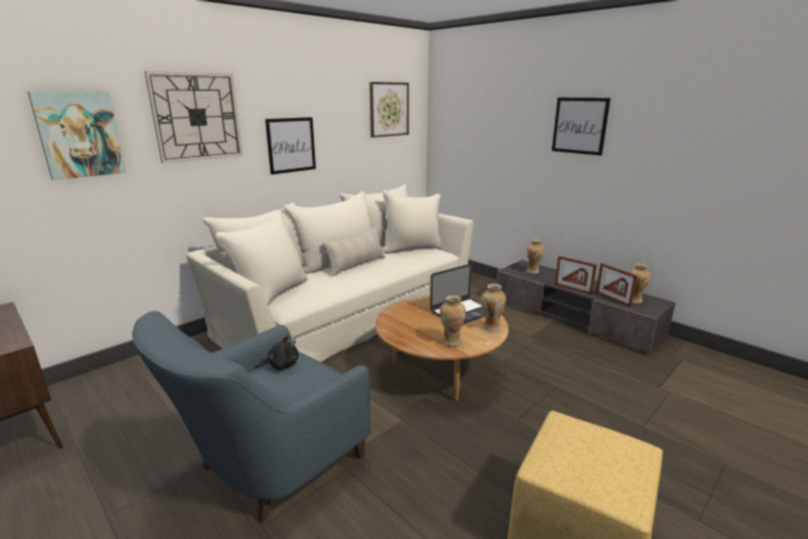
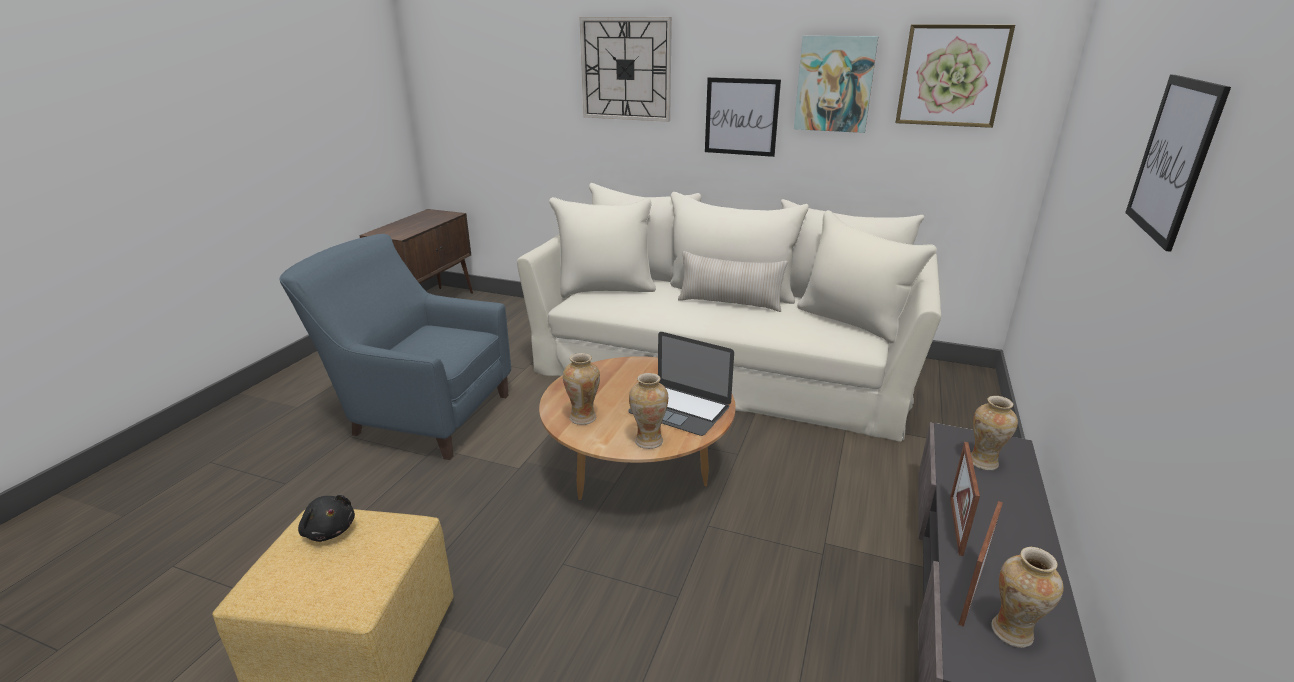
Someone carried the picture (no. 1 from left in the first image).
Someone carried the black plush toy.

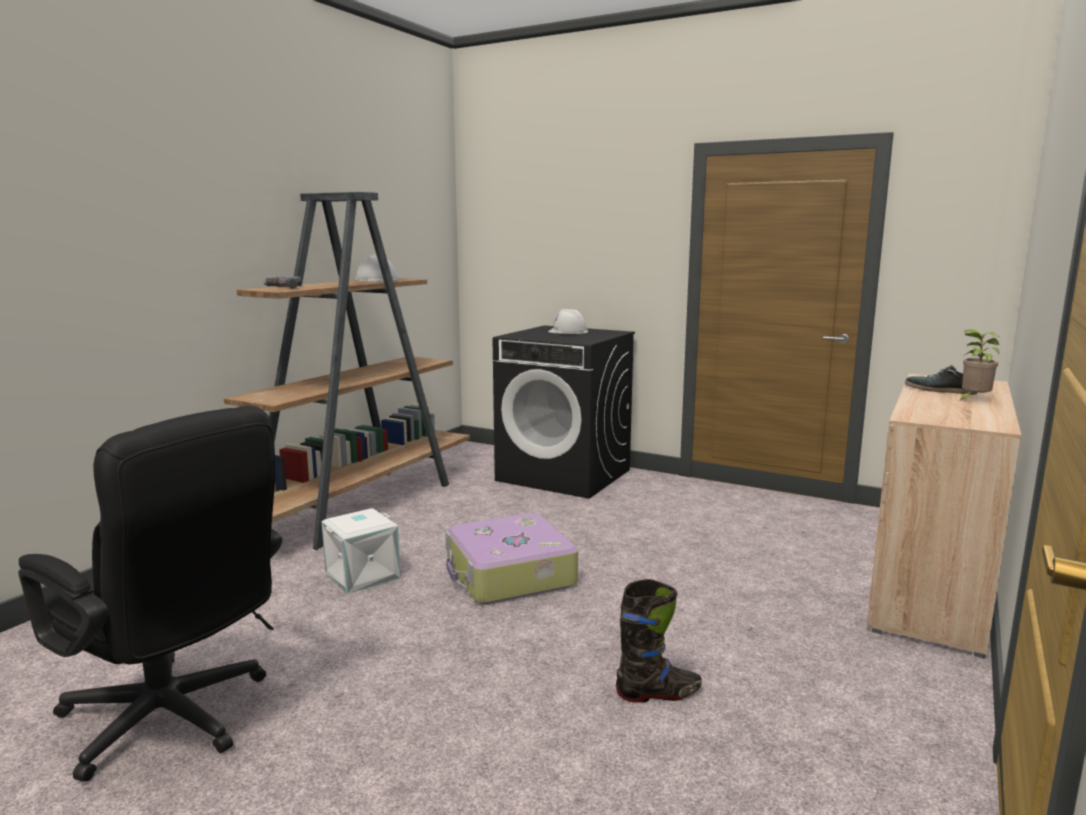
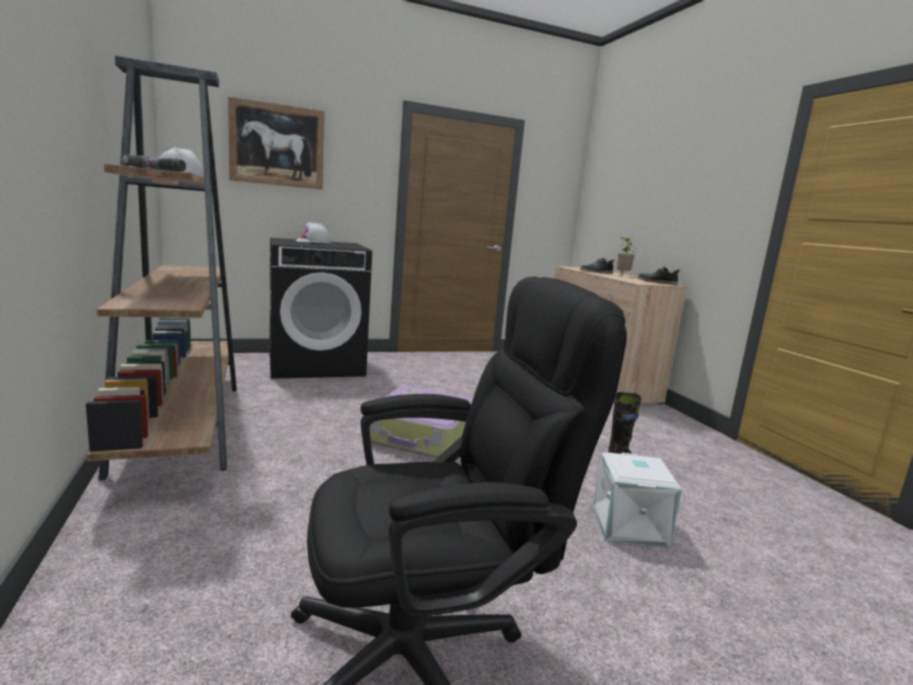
Someone put up the picture.
Someone put down the shoe (no. 2 from left).
Someone carried the white storage box.

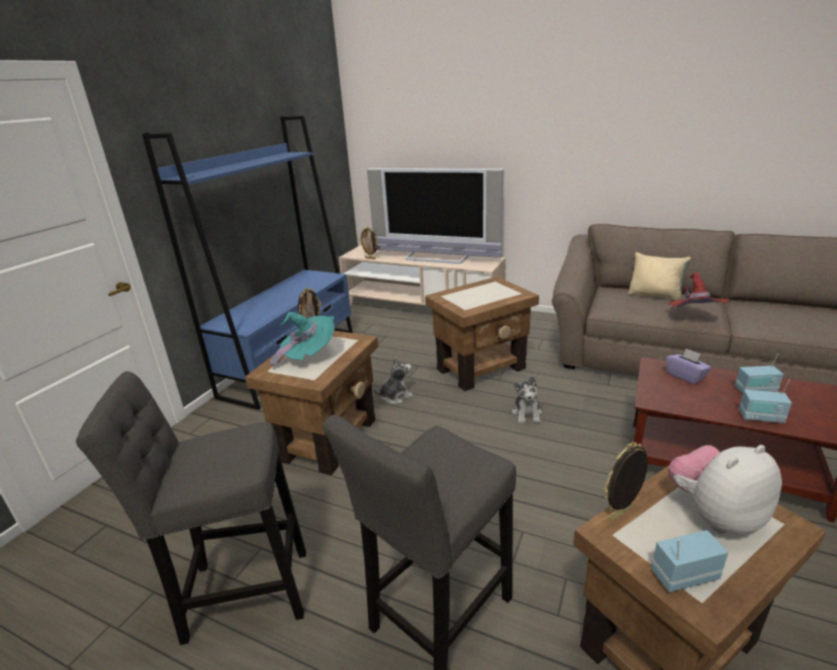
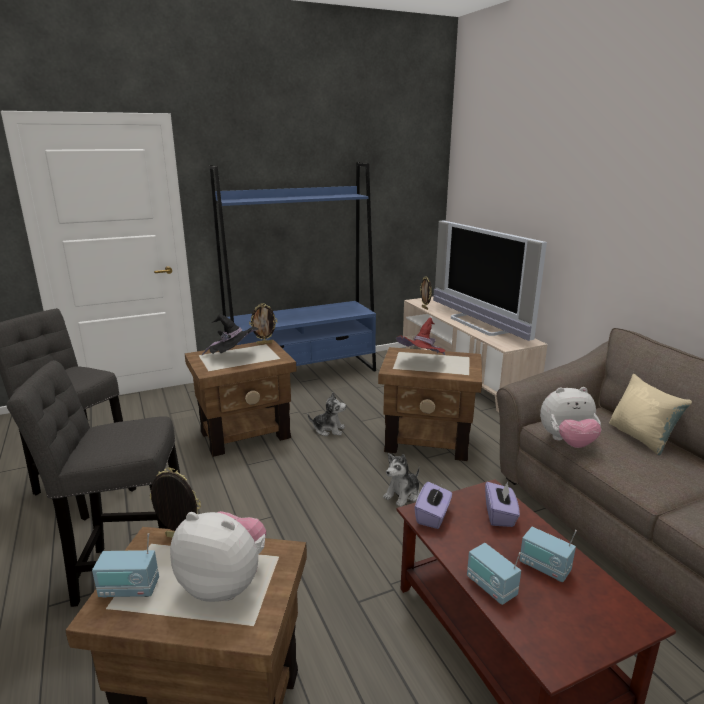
Someone put down the purple tissue box (no. 1 from left).
Someone put down the plush toy (no. 4 from left).
Someone carried the red hat.
Someone repainted the turquoise hat, which became the black hat.
Someone rotated the radio (no. 1 from left) by 150 degrees clockwise.

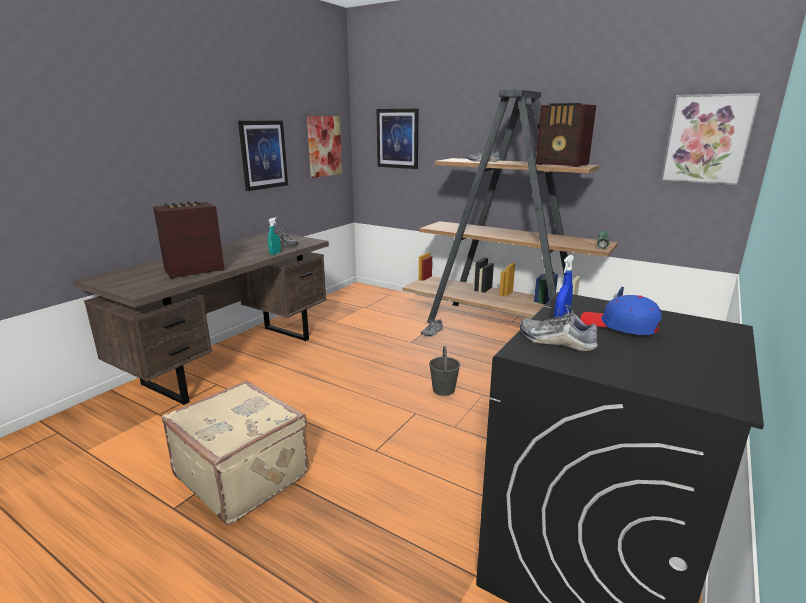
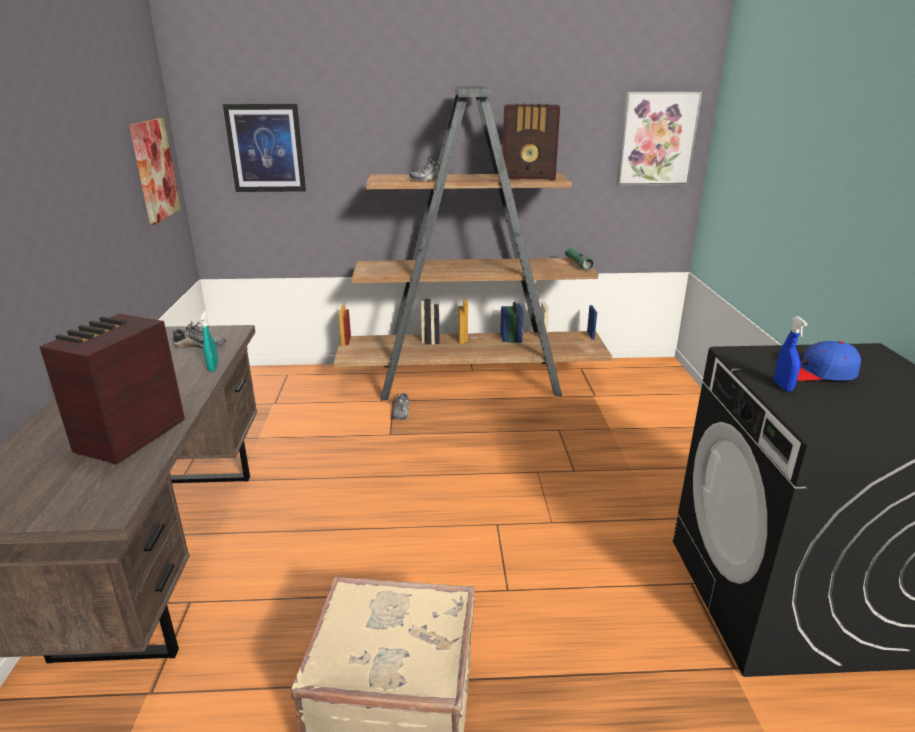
Someone took away the picture (no. 1 from left).
Someone took away the grey bucket.
Someone took away the shoe (no. 4 from left).

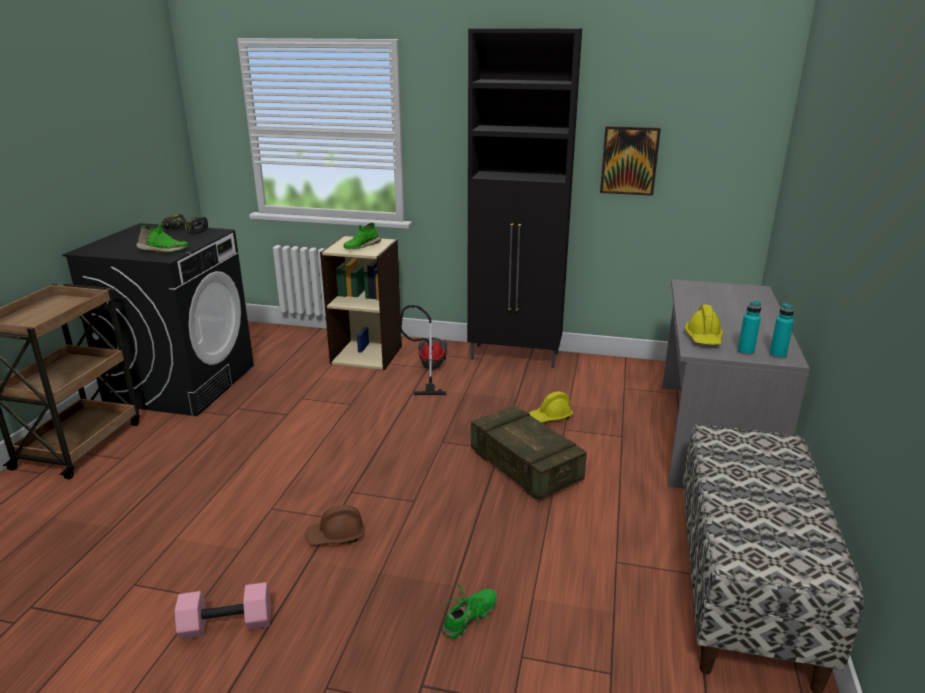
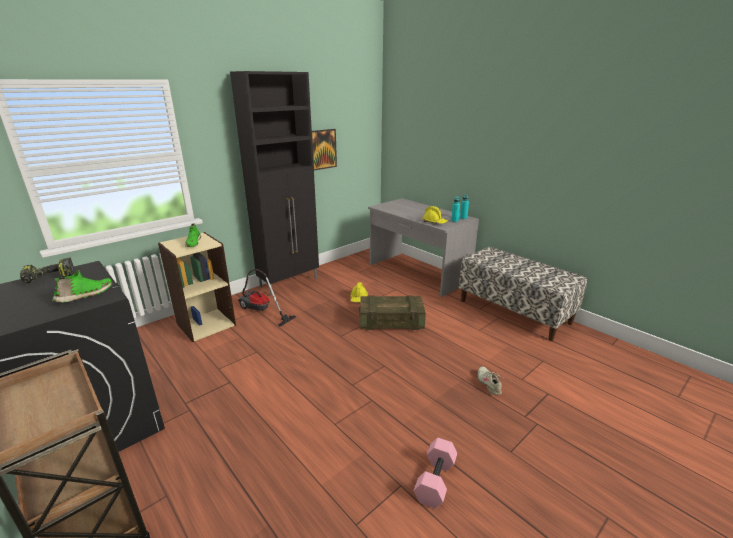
Someone took away the brown hard hat.
Someone repainted the green shoe (no. 3 from left), which became the beige shoe.

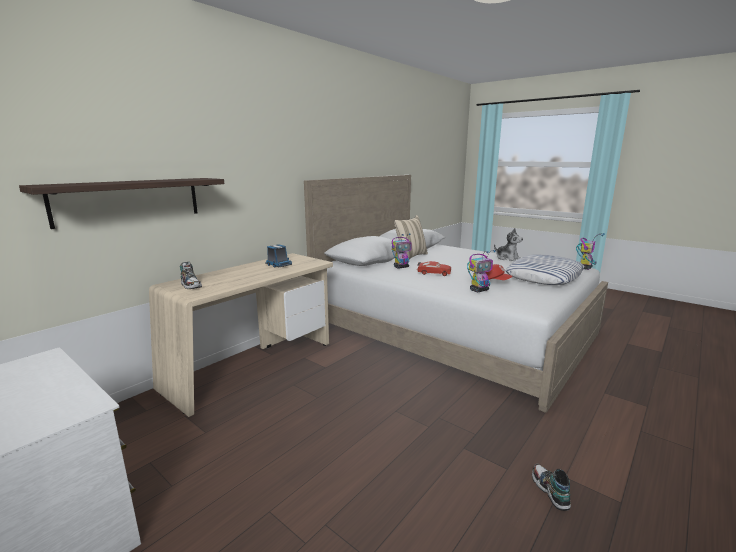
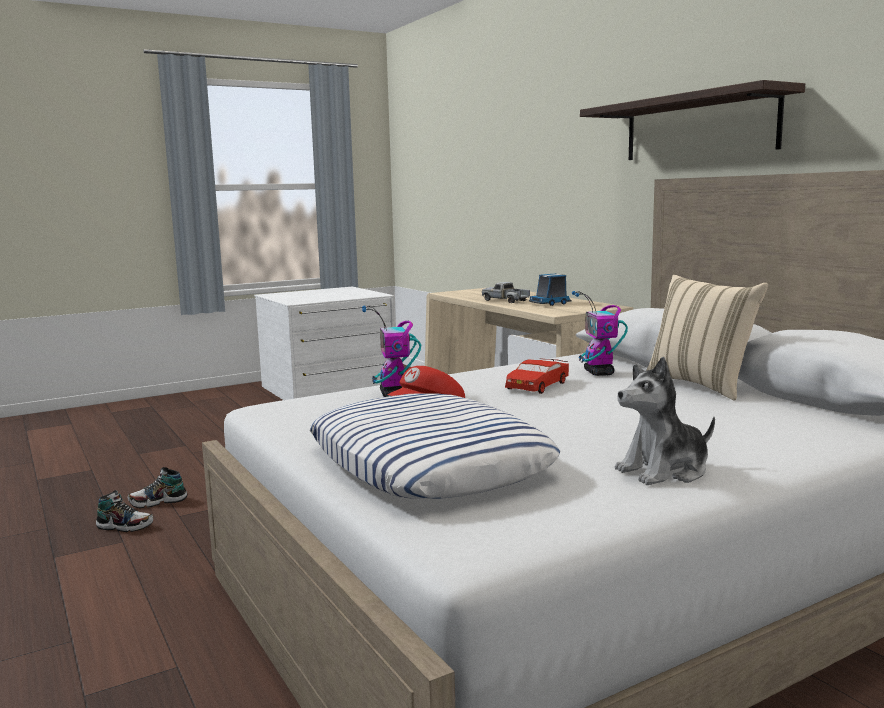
Someone took away the toy robot (no. 3 from left).
Someone put down the toy truck (no. 1 from left).
Someone carried the shelf.
Someone carried the shoe (no. 1 from left in the first image).

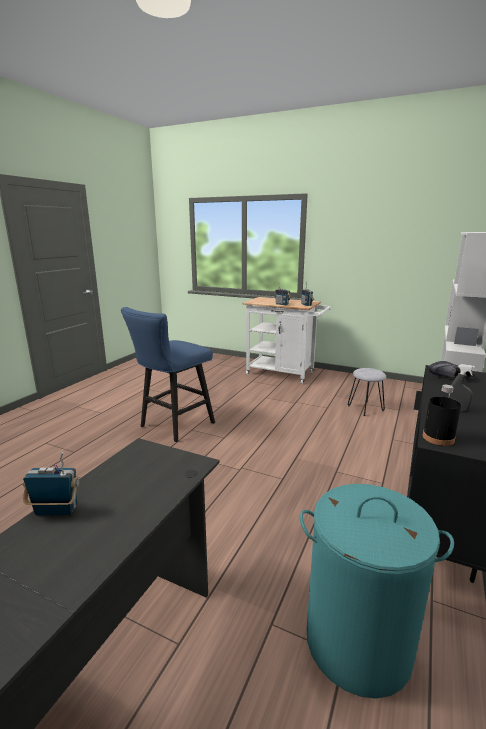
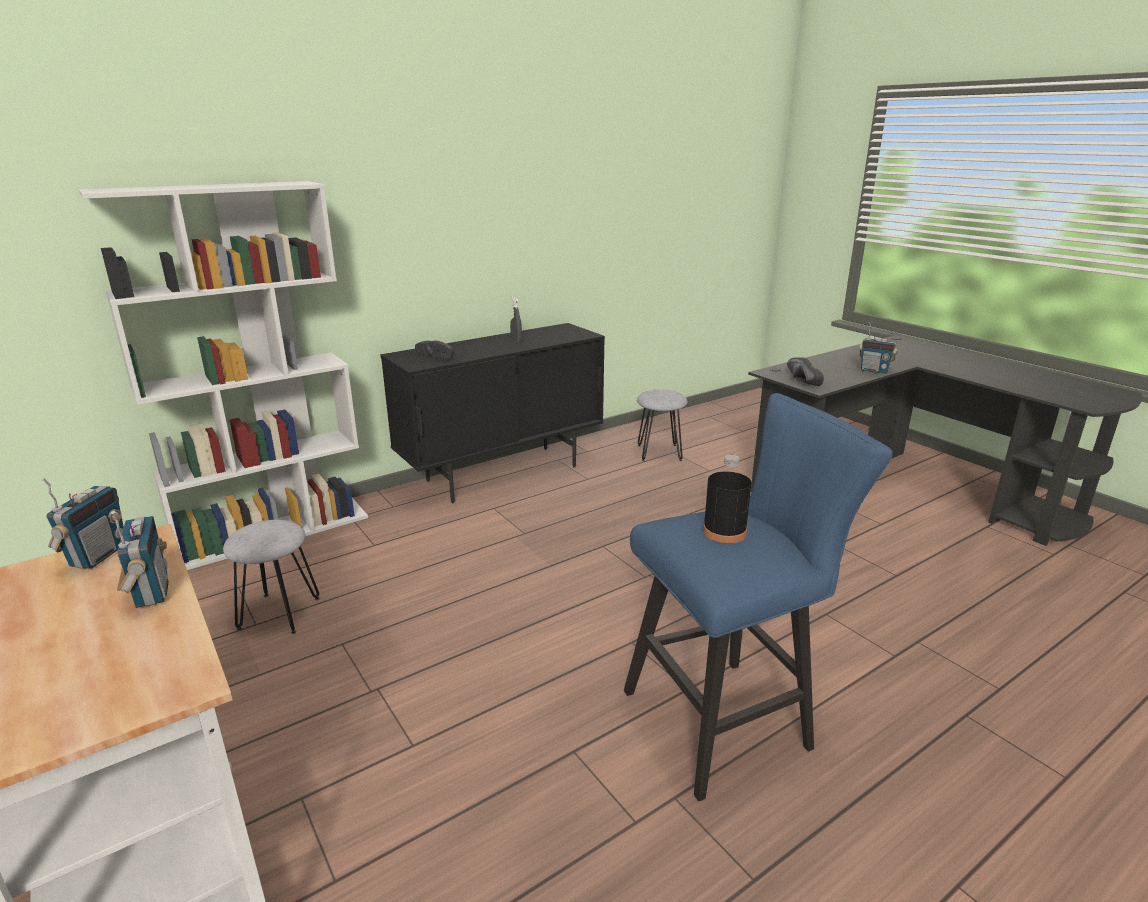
Someone put down the black shoe (no. 2 from left).
Someone carried the black bottle.
Someone swapped the turquoise laundry basket for the grey stool (no. 2 from left).

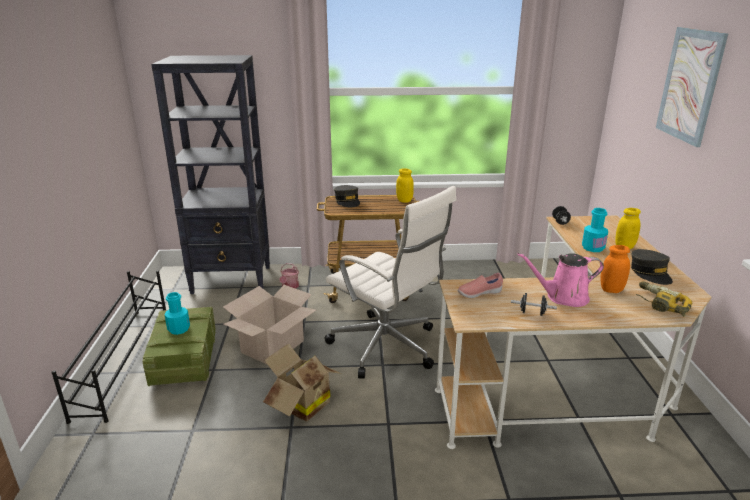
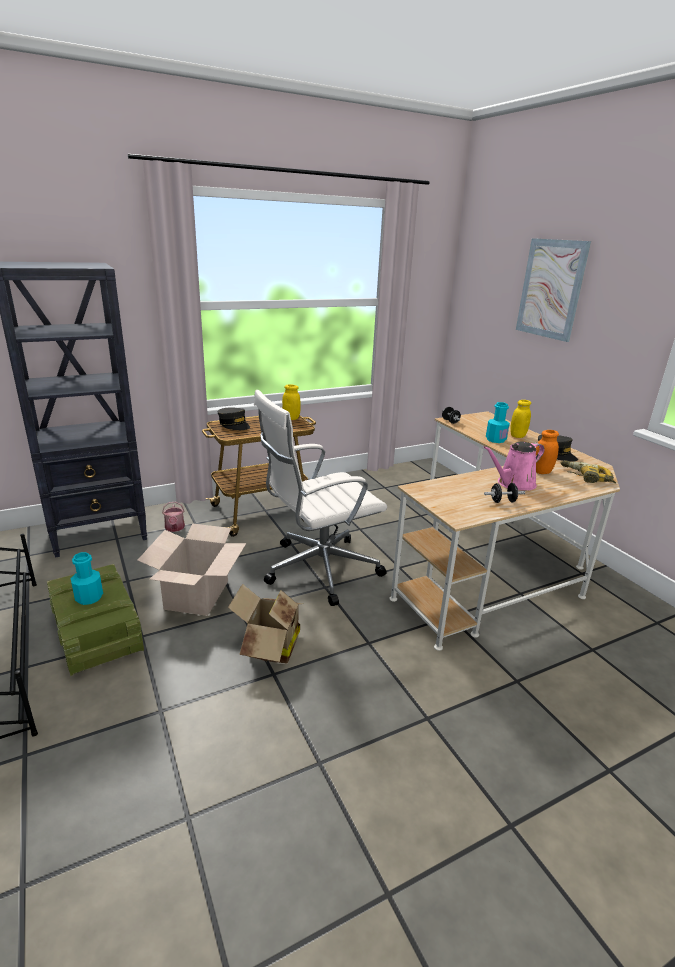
Someone took away the pink shoe.
Someone rotated the white office chair by 135 degrees clockwise.

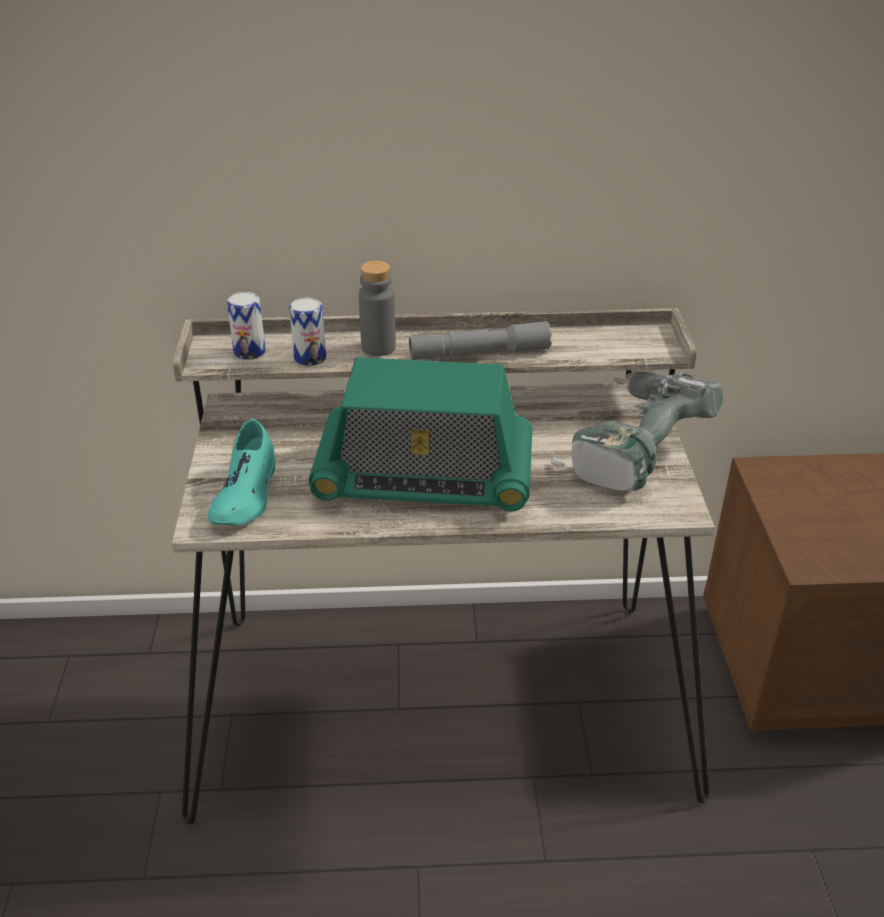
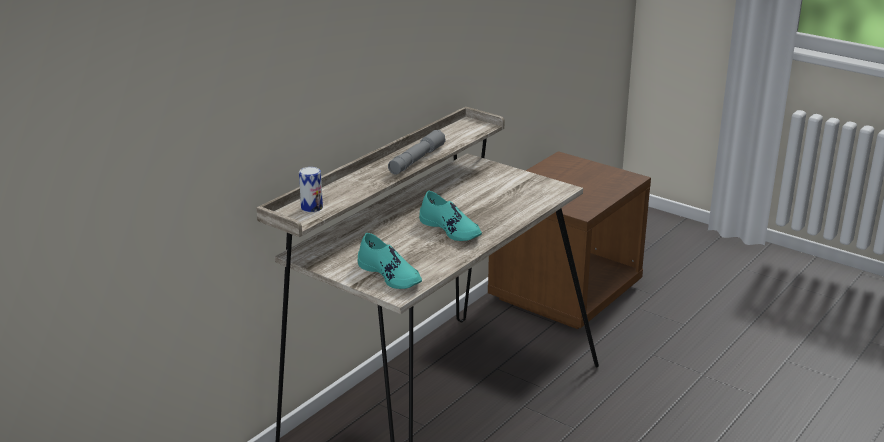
Someone took away the can (no. 2 from left).
Someone took away the grey bottle.
Someone took away the power drill.
Someone swapped the radio for the turquoise shoe (no. 2 from left).

